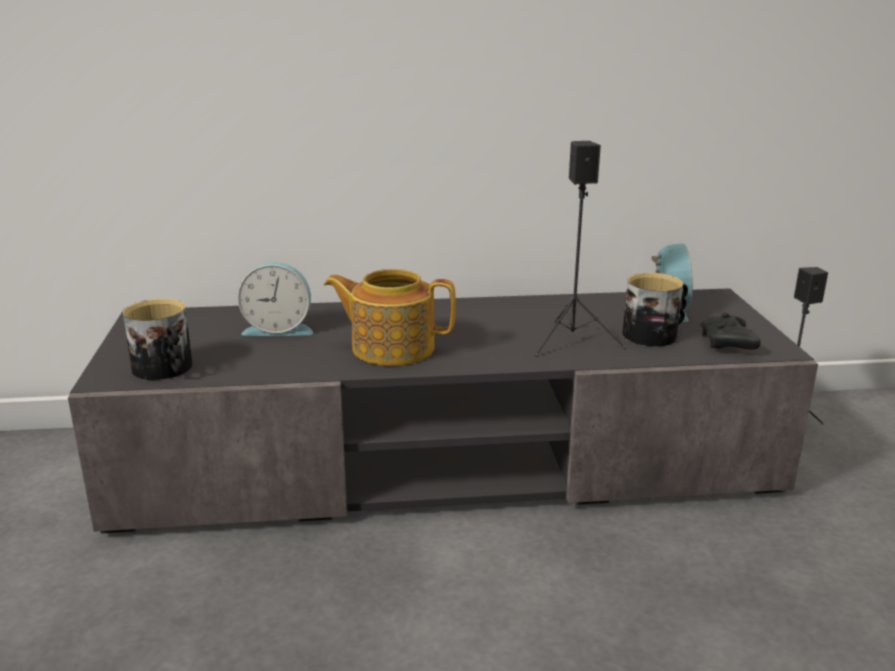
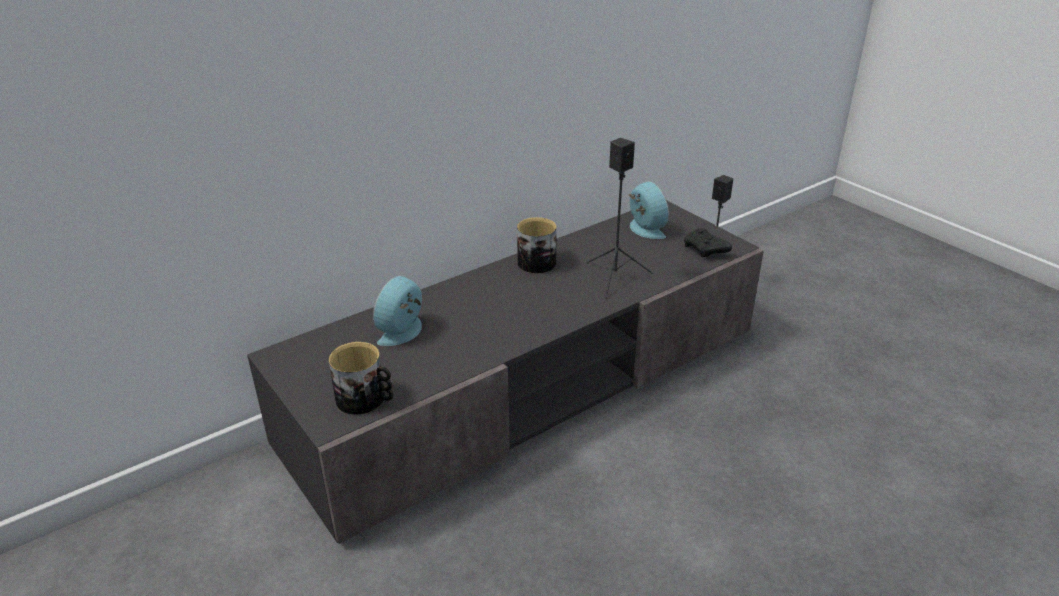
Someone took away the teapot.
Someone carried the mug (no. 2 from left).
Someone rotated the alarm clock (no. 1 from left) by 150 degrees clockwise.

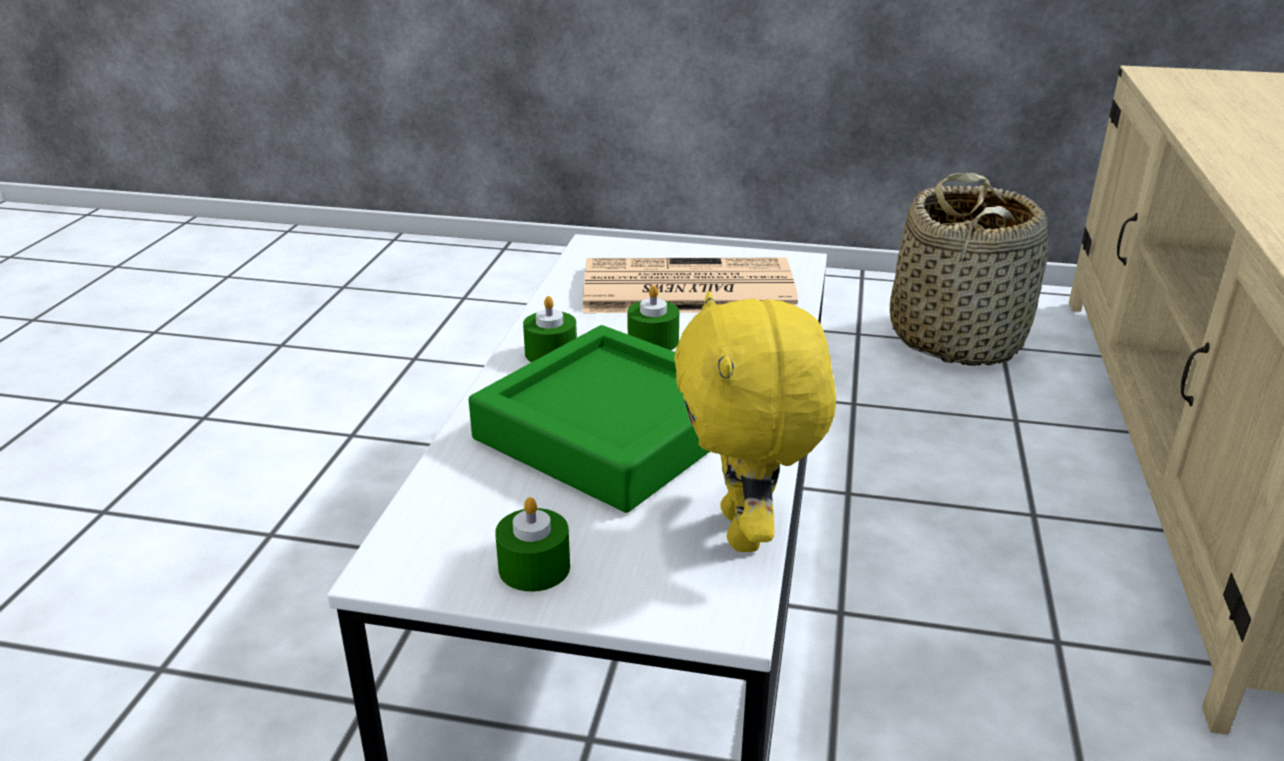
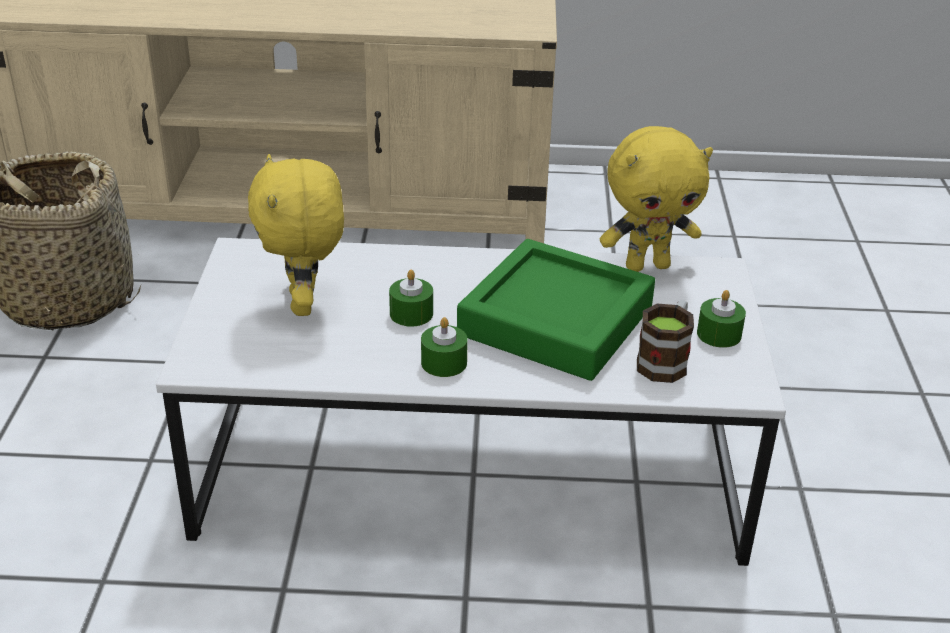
Someone put down the mug.
Someone swapped the newspaper for the yellow plush toy (no. 1 from left).

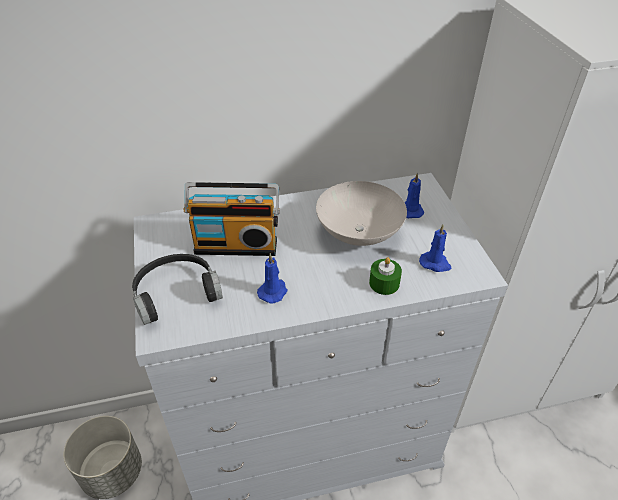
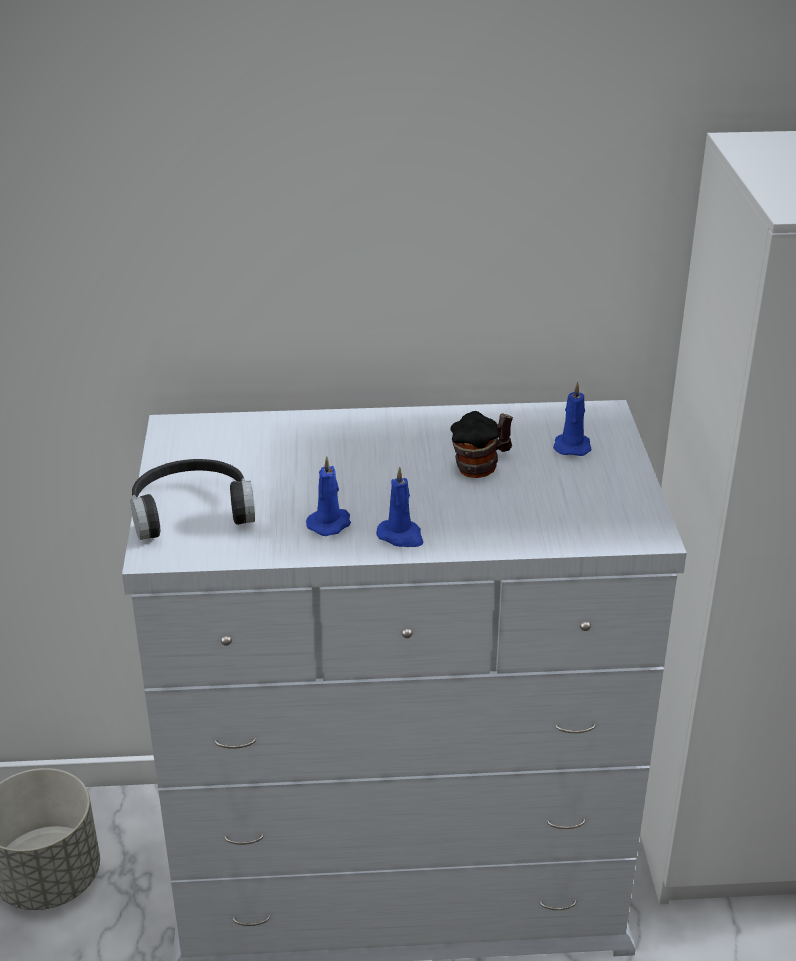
Someone took away the radio.
Someone took away the green candle.
Someone carried the blue candle (no. 3 from left in the first image).
Someone swapped the white bowl for the mug.

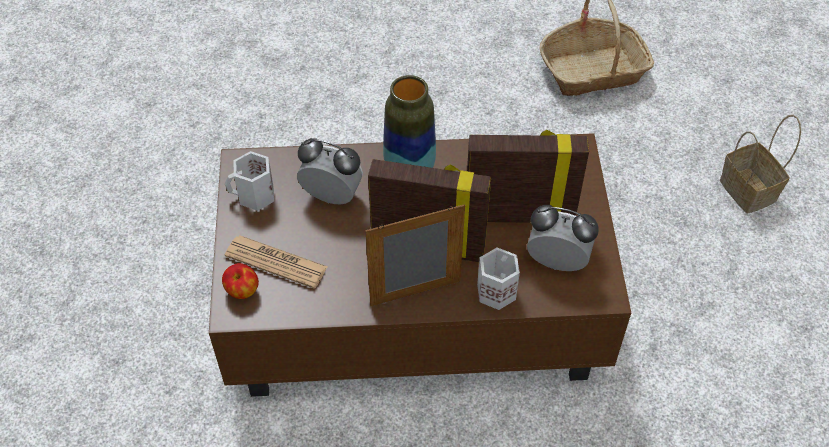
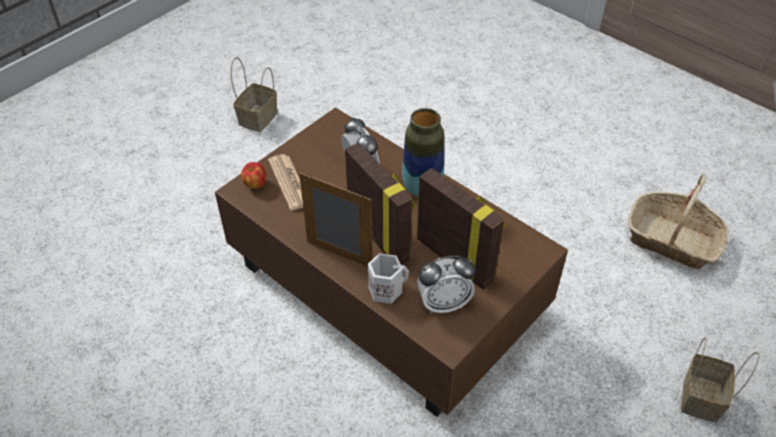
Someone took away the white mug (no. 1 from left).
Someone put down the basket (no. 1 from left).
Someone rotated the alarm clock (no. 2 from left) by 105 degrees clockwise.

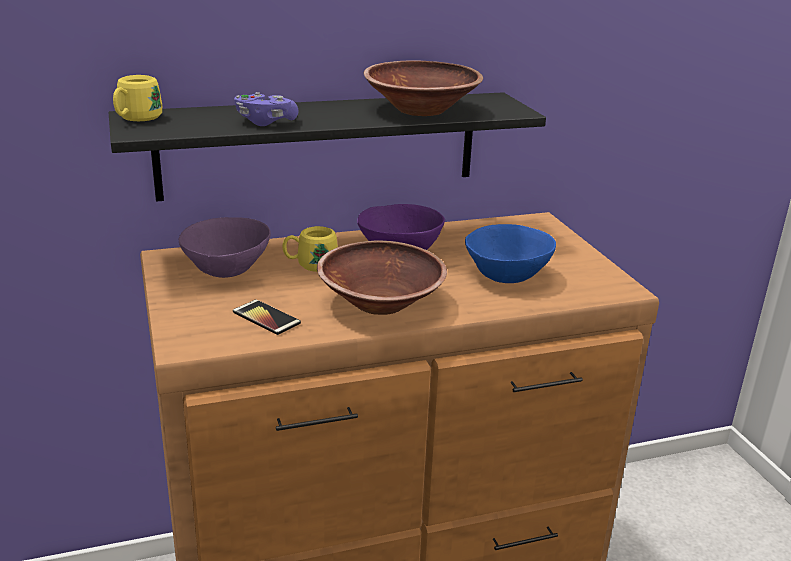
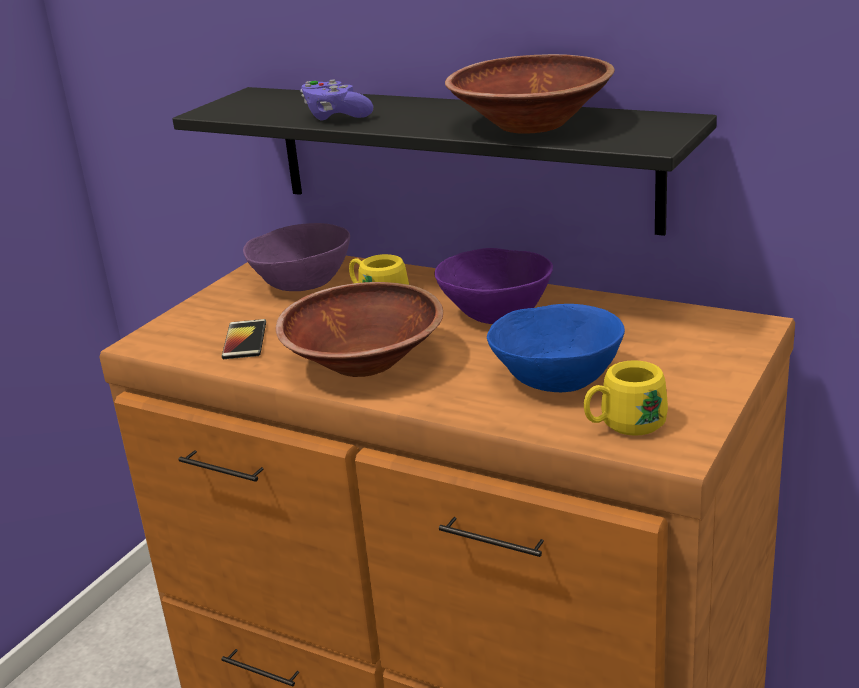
Someone carried the yellow mug (no. 1 from left in the first image).

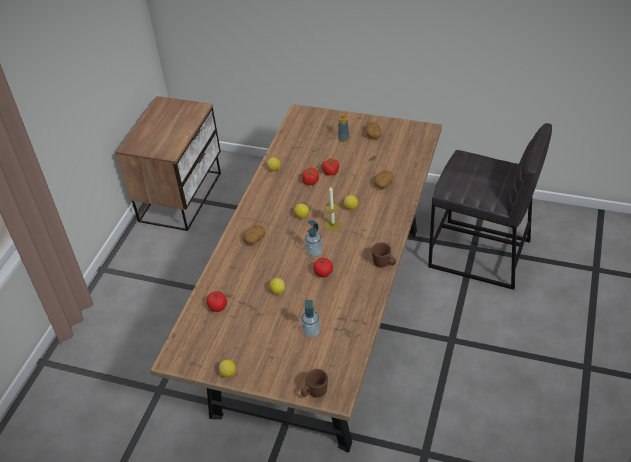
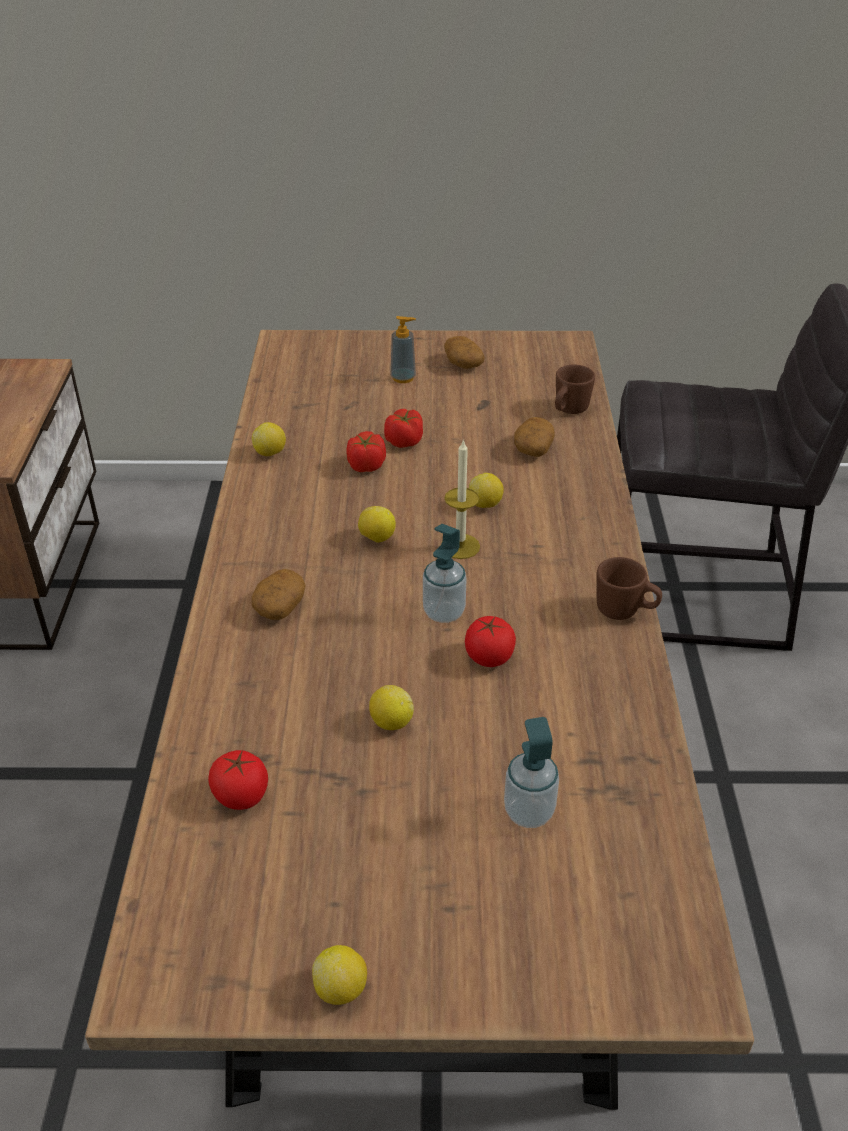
Someone carried the brown mug (no. 1 from left).

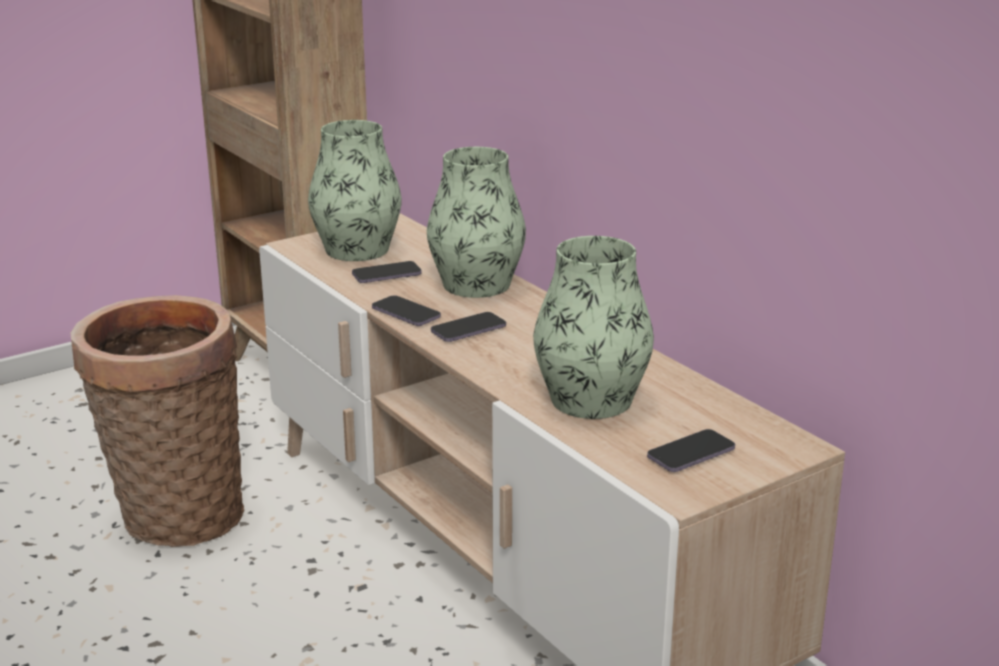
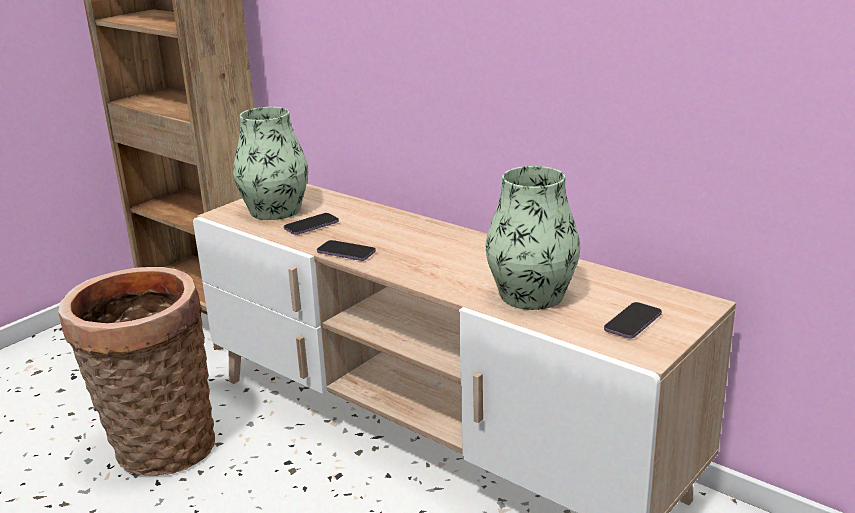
Someone took away the vase (no. 2 from left).
Someone took away the phone (no. 3 from left).

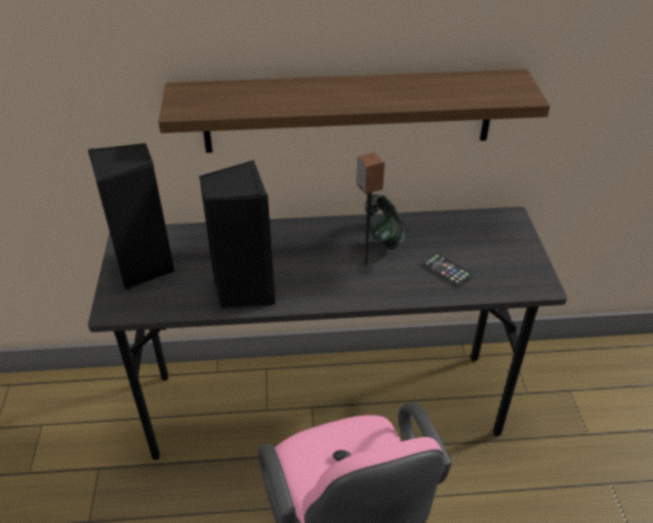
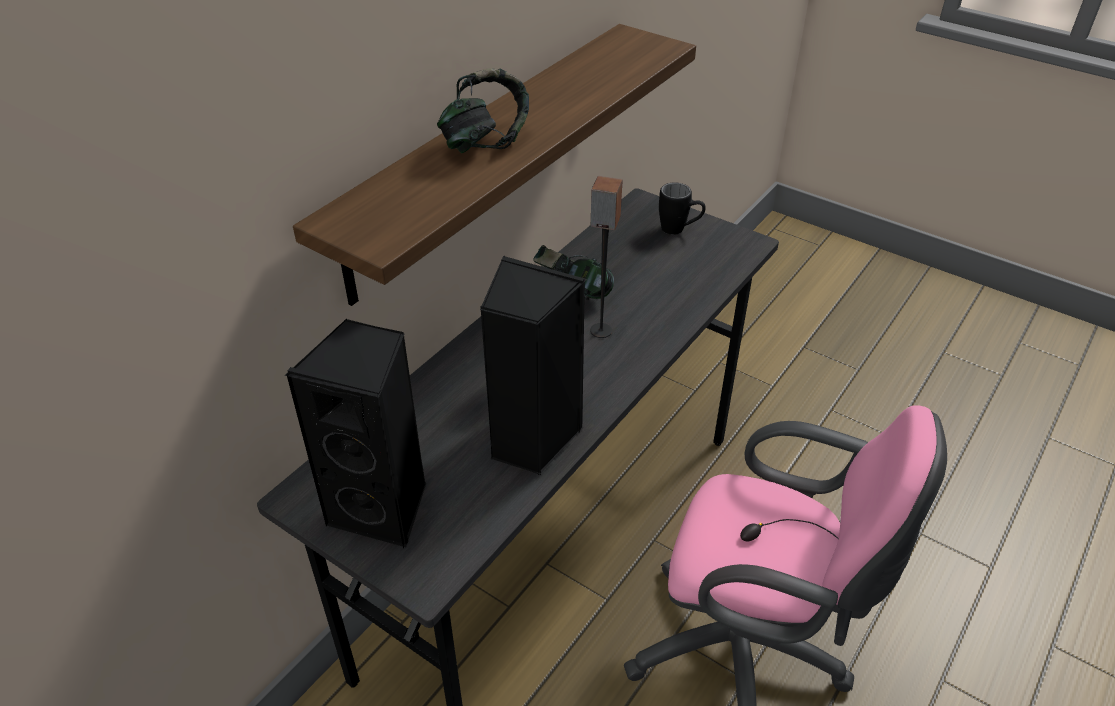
Someone took away the phone.
Someone put down the headphones (no. 1 from left).
Someone put down the black mug.

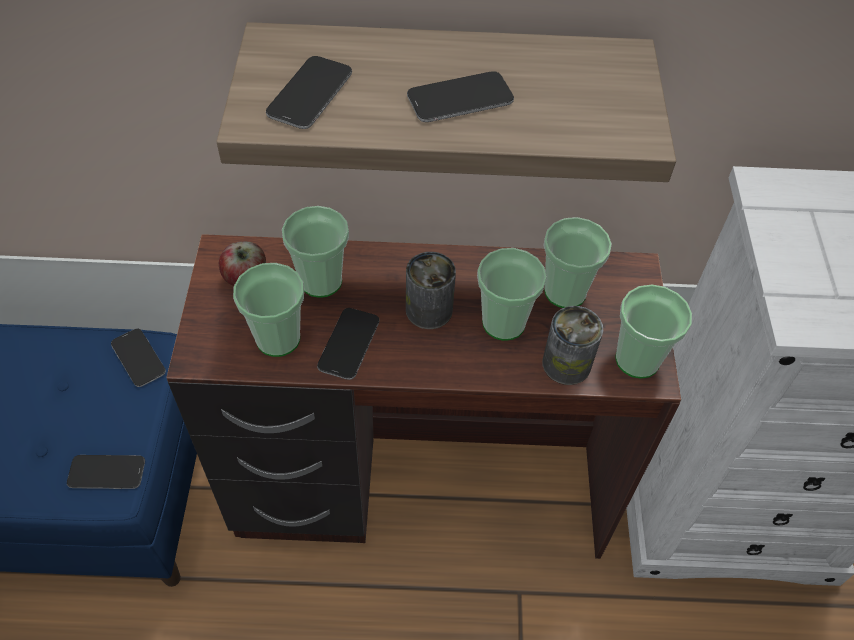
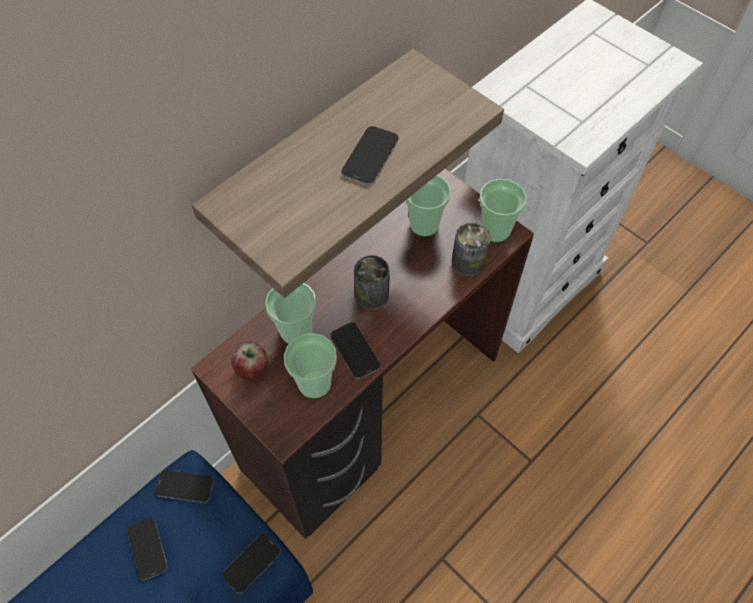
Someone took away the cup (no. 3 from left).
Someone carried the phone (no. 3 from left in the first image).

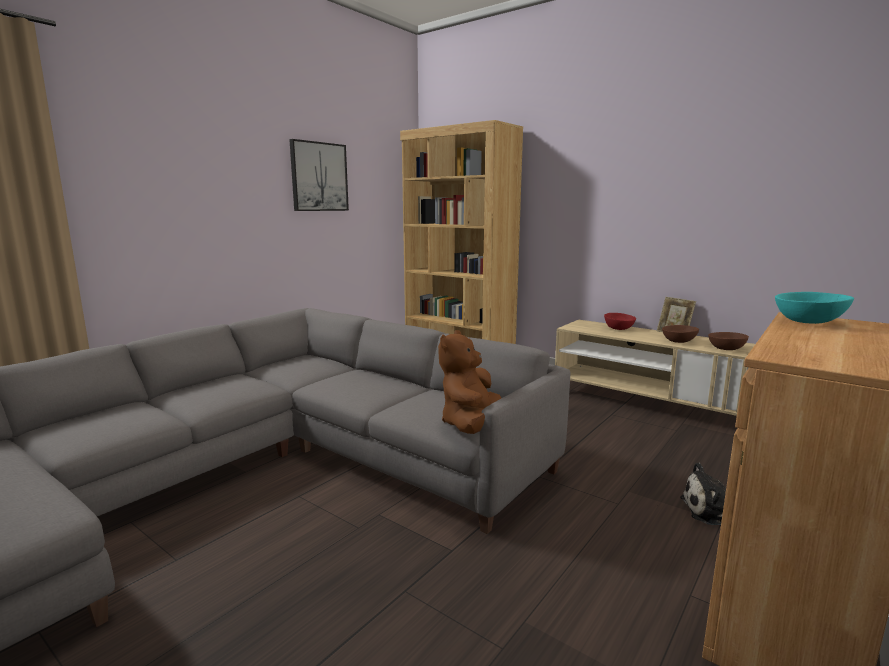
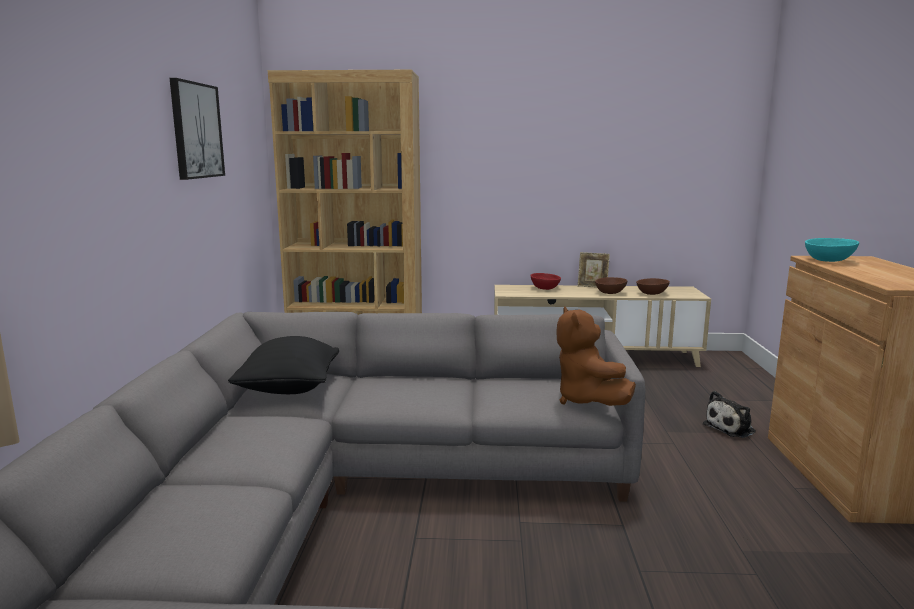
Someone put down the black pillow.

